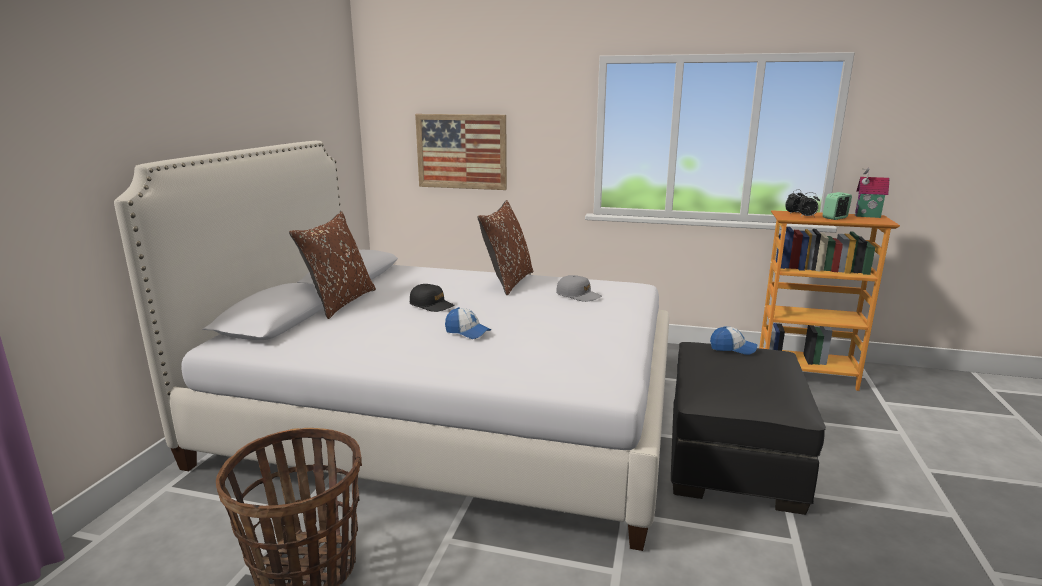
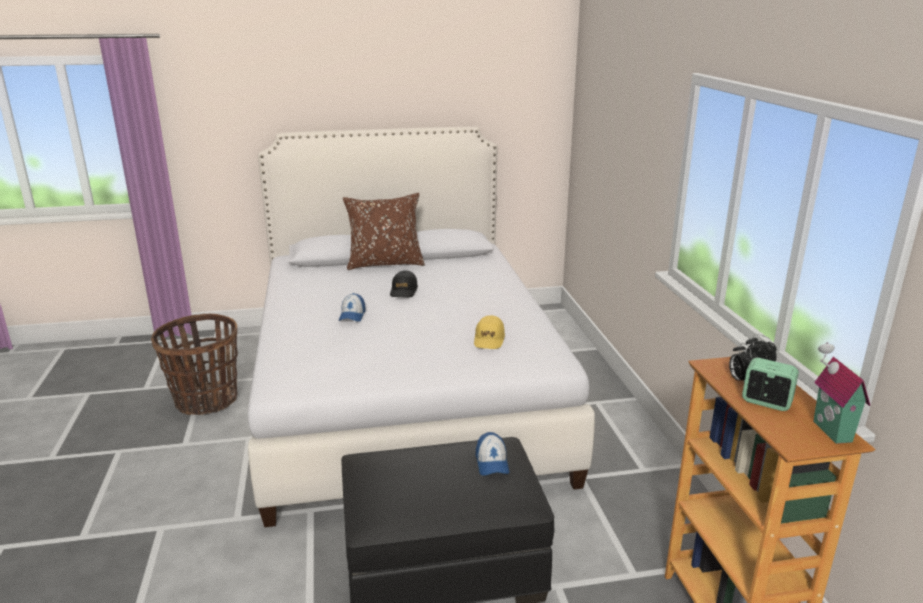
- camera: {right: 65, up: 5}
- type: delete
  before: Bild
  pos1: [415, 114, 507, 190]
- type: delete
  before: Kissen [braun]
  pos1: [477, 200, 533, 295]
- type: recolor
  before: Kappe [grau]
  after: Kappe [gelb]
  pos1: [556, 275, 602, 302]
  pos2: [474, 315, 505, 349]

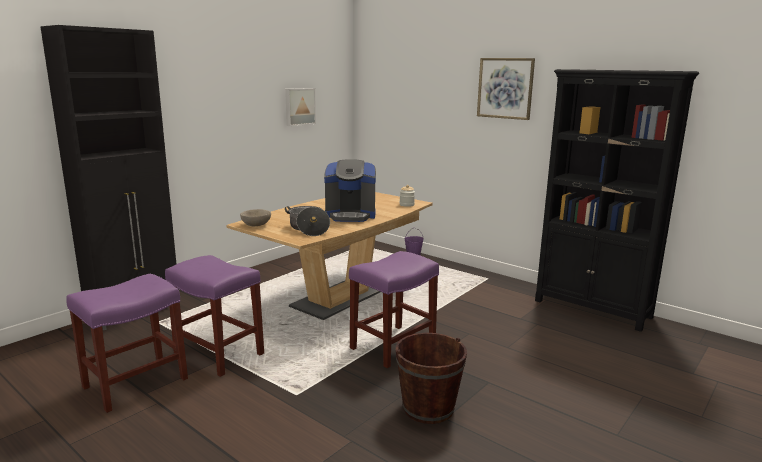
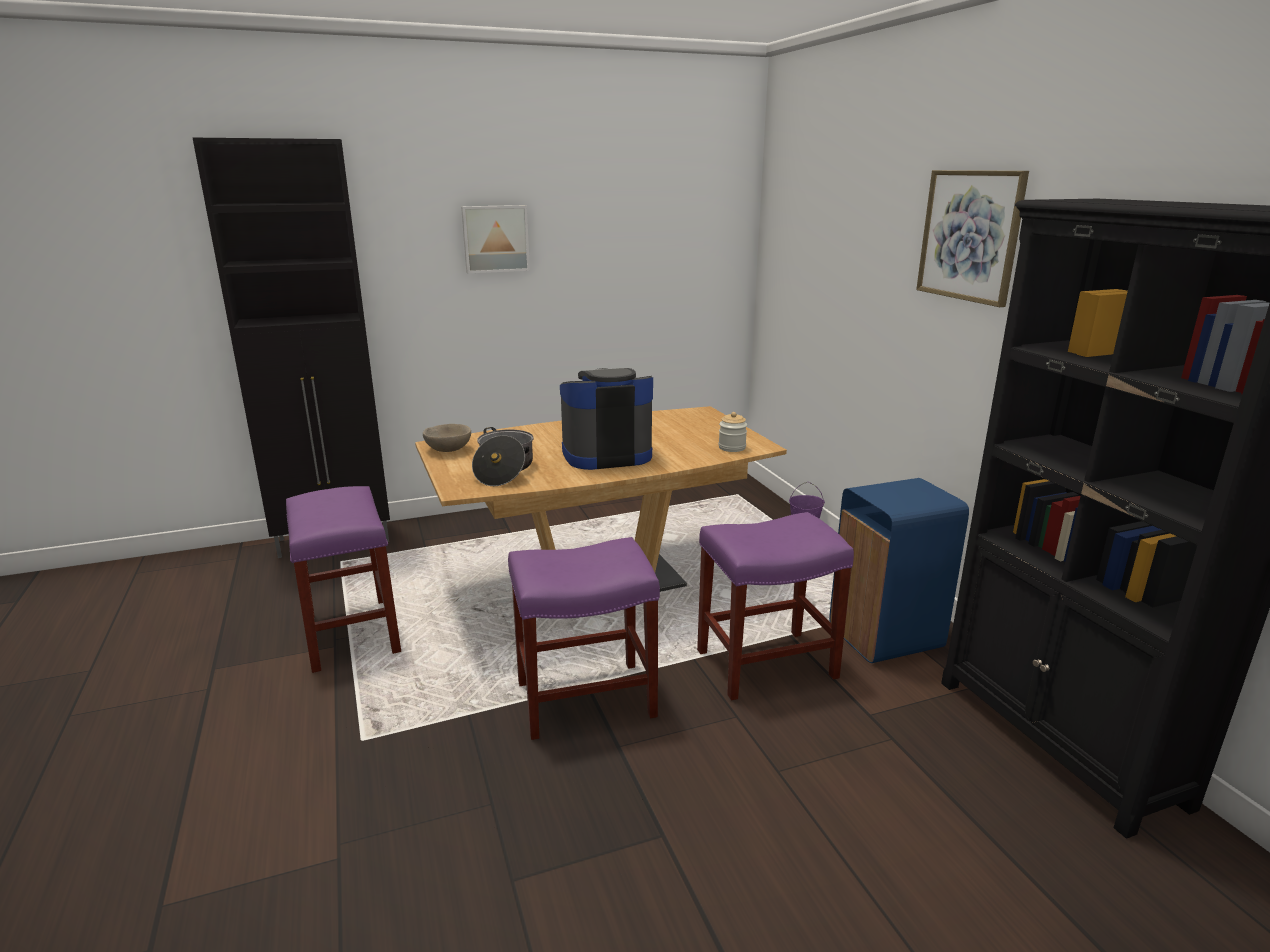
- camera: {right: 30, up: 5}
- type: move
  before: Bild
  pos1: [285, 88, 316, 126]
  pos2: [461, 205, 530, 273]
- type: rotate
  before: Kaffeemaschine
  pos1: [324, 159, 376, 222]
  pos2: [560, 368, 653, 470]
  turn: 135
- type: move
  before: Hocker [lila]
  pos1: [66, 274, 188, 413]
  pos2: [697, 512, 854, 700]
- type: delete
  before: Eimer [braun]
  pos1: [396, 333, 467, 424]
- type: insert
  after: Mülleimer [blau]
  pos2: [829, 478, 969, 663]

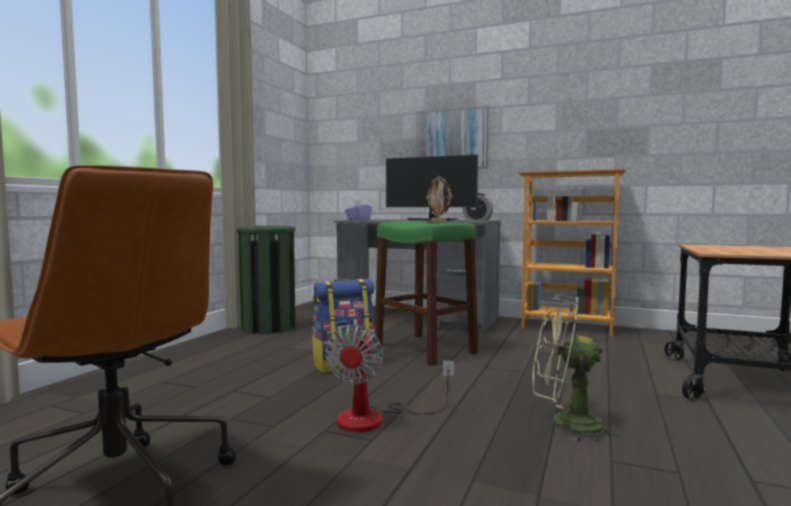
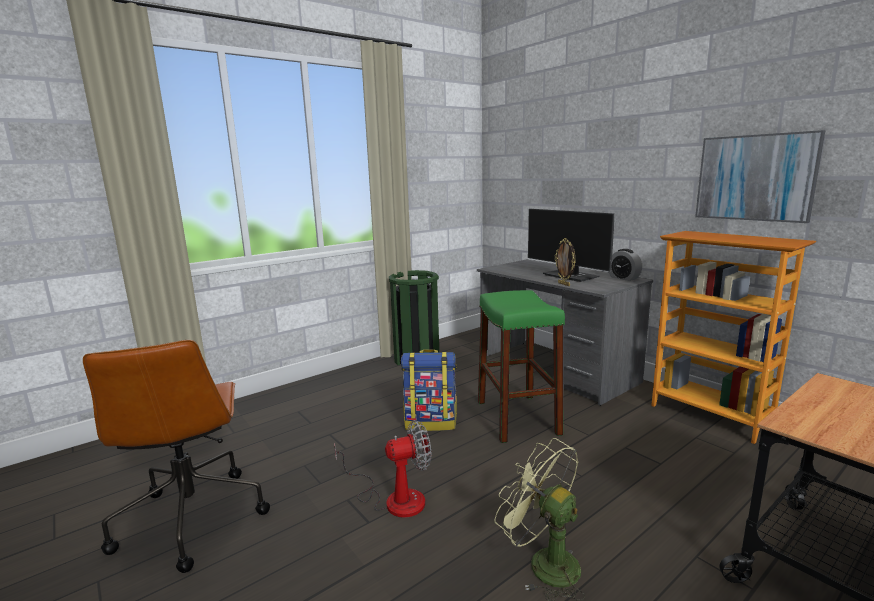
- camera: {right: 30, up: 10}
- type: move
  before: Bild
  pos1: [417, 106, 489, 168]
  pos2: [695, 130, 826, 223]
- type: delete
  before: Taschentuchbox [lila]
  pos1: [345, 200, 372, 220]
- type: rotate
  before: Ventilator
  pos1: [325, 325, 454, 432]
  pos2: [334, 420, 432, 518]
  turn: -150

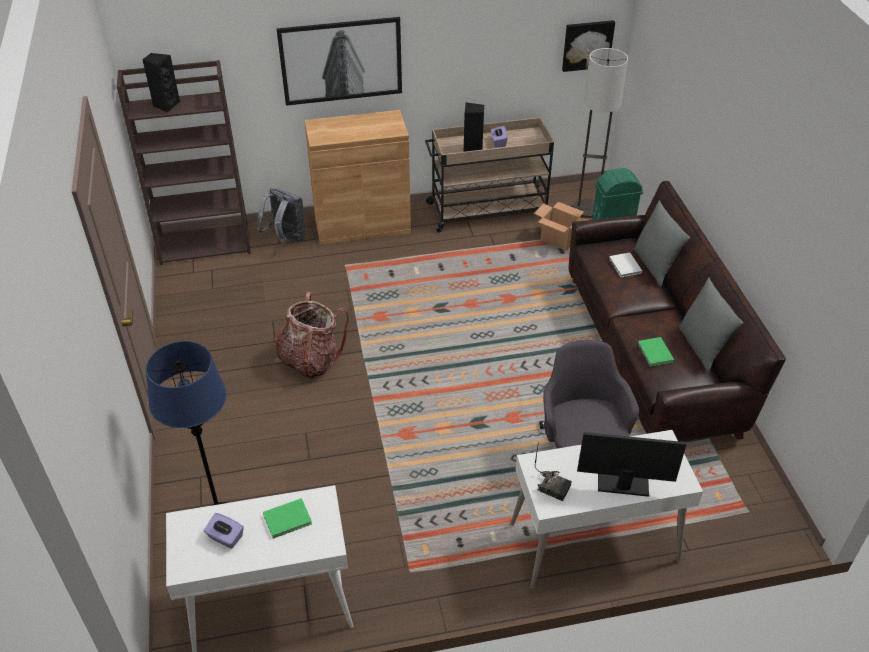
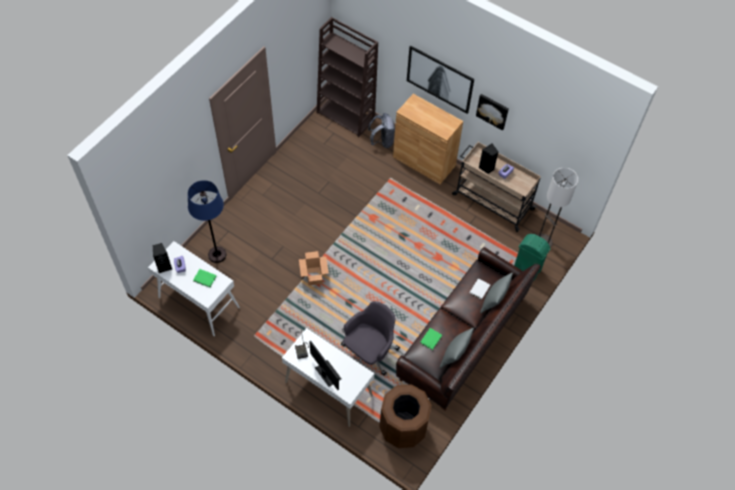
- camera: {right: 45, up: 15}
- type: move
  before: Bild
  pos1: [562, 20, 615, 72]
  pos2: [476, 94, 509, 131]
- type: move
  before: Lautsprecher [schwarz]
  pos1: [142, 53, 180, 113]
  pos2: [153, 243, 172, 273]
- type: move
  before: Karton
  pos1: [534, 202, 589, 251]
  pos2: [299, 251, 329, 285]
- type: delete
  before: Rucksack
  pos1: [274, 292, 349, 379]
- type: insert
  after: Mülleimer [braun]
  pos2: [379, 384, 432, 448]

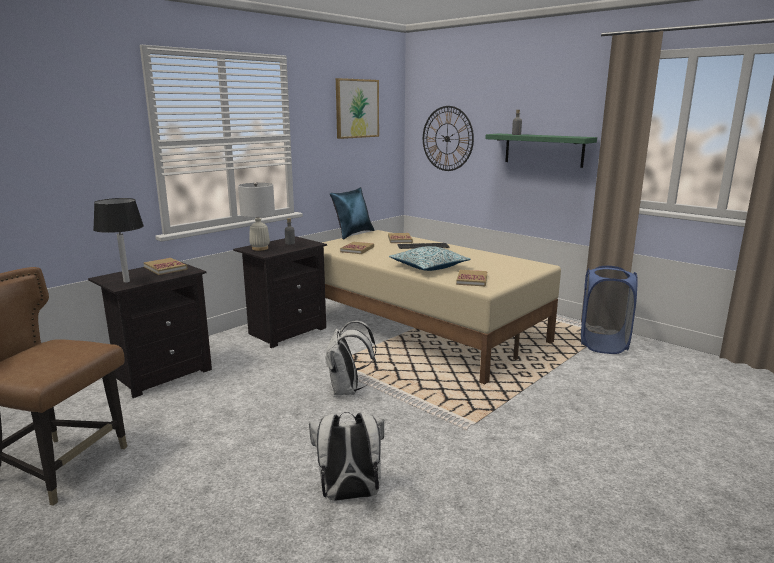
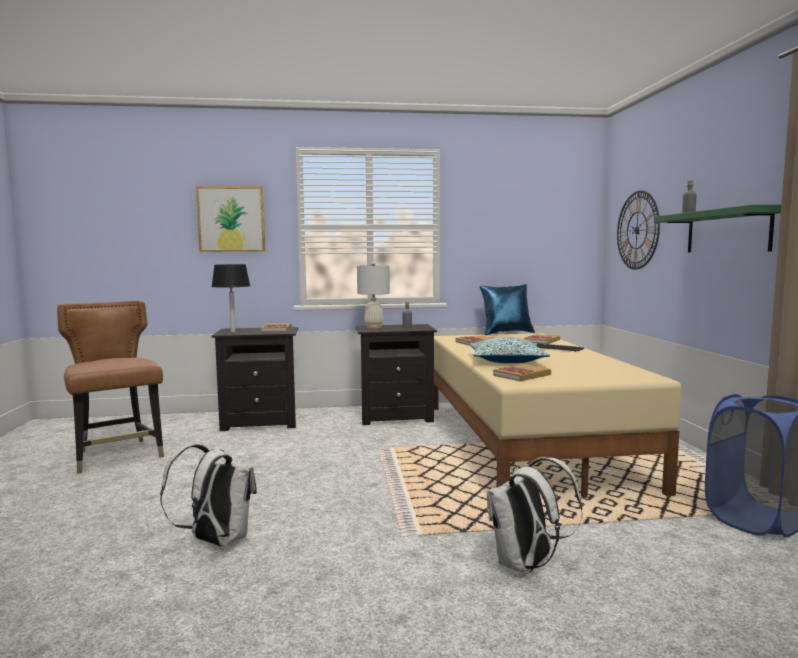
- camera: {right: 40, up: -10}
- type: move
  before: Bild
  pos1: [336, 78, 379, 139]
  pos2: [196, 186, 266, 252]
- type: move
  before: Rucksack [weiß]
  pos1: [325, 321, 376, 395]
  pos2: [487, 457, 582, 574]

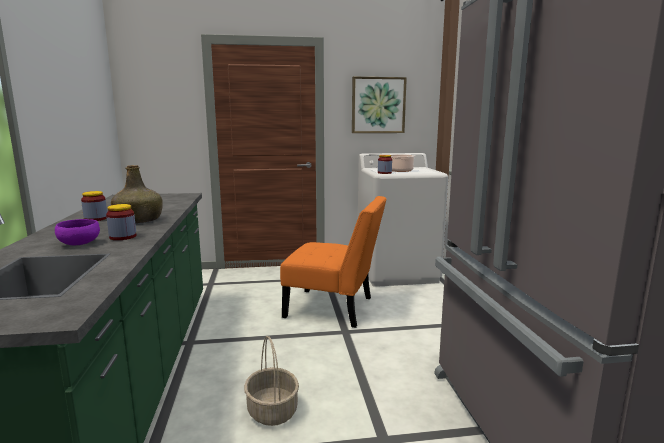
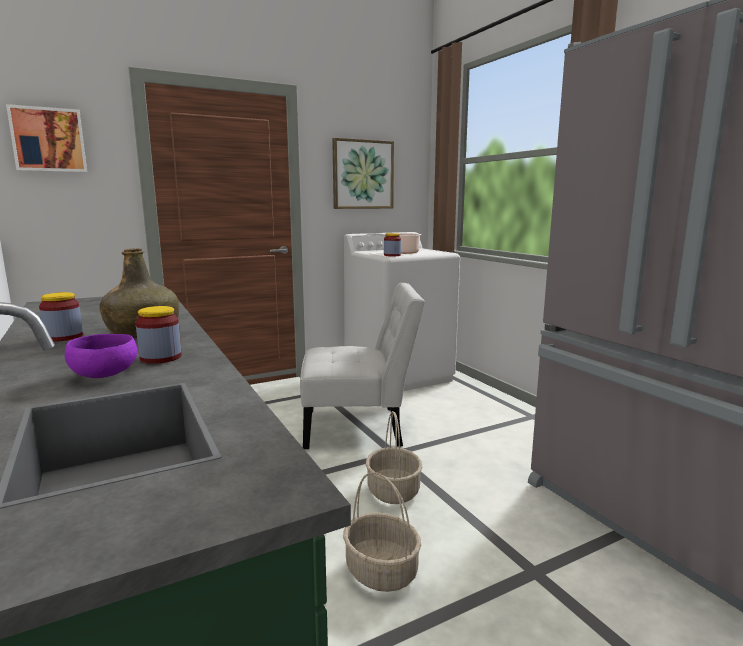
- camera: {right: -20, up: 0}
- type: recolor
  before: Stuhl [orange]
  after: Stuhl [weiß]
  pos1: [280, 196, 386, 328]
  pos2: [300, 283, 425, 449]
- type: insert
  after: Bild
  pos2: [6, 104, 87, 172]
- type: insert
  after: Korb
  pos2: [366, 411, 423, 504]

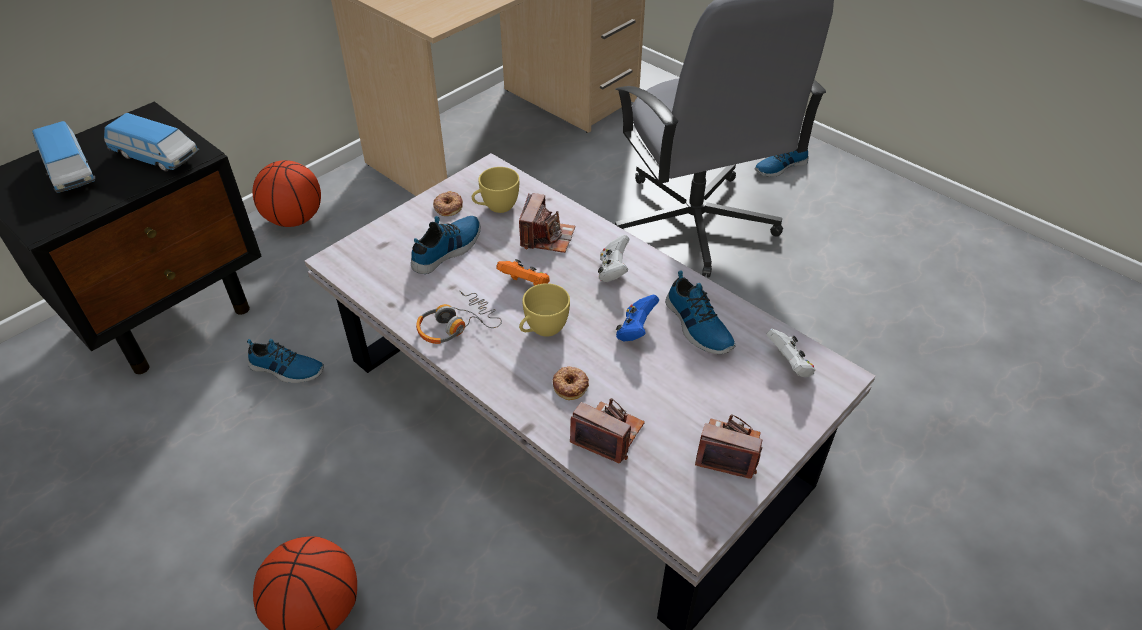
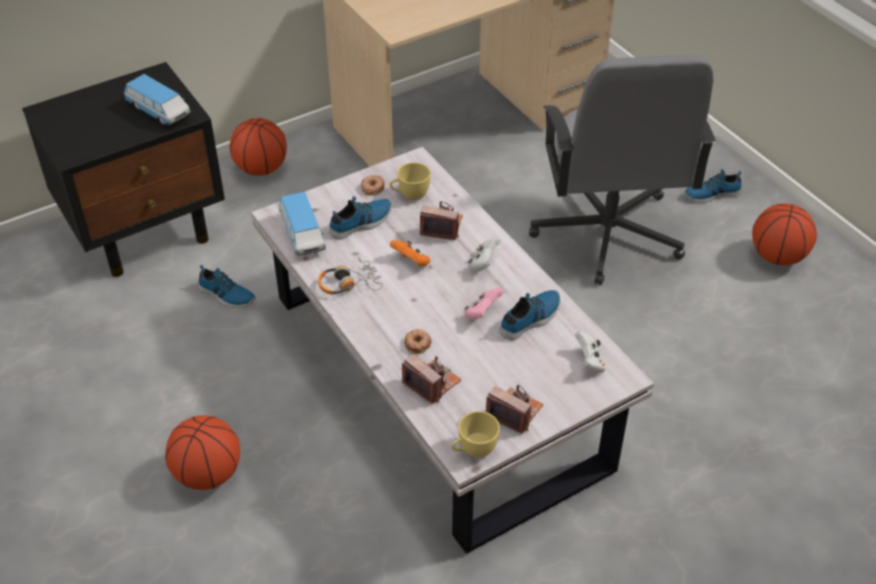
- camera: {right: 15, up: 0}
- type: move
  before: Spielzeugauto
  pos1: [32, 121, 95, 193]
  pos2: [279, 192, 326, 256]
- type: rotate
  before: Kamera
  pos1: [519, 193, 575, 253]
  pos2: [420, 201, 463, 240]
  turn: -105
- type: rotate
  before: Schuh
  pos1: [665, 270, 735, 354]
  pos2: [499, 290, 560, 340]
  turn: -120
- type: move
  before: Tasse [gelb]
  pos1: [519, 283, 570, 337]
  pos2: [451, 411, 500, 458]
- type: recolor
  before: Gamepad [blau]
  after: Gamepad [rosa]
  pos1: [616, 295, 659, 341]
  pos2: [464, 288, 504, 320]
- type: insert
  after: Basketball
  pos2: [752, 203, 817, 265]

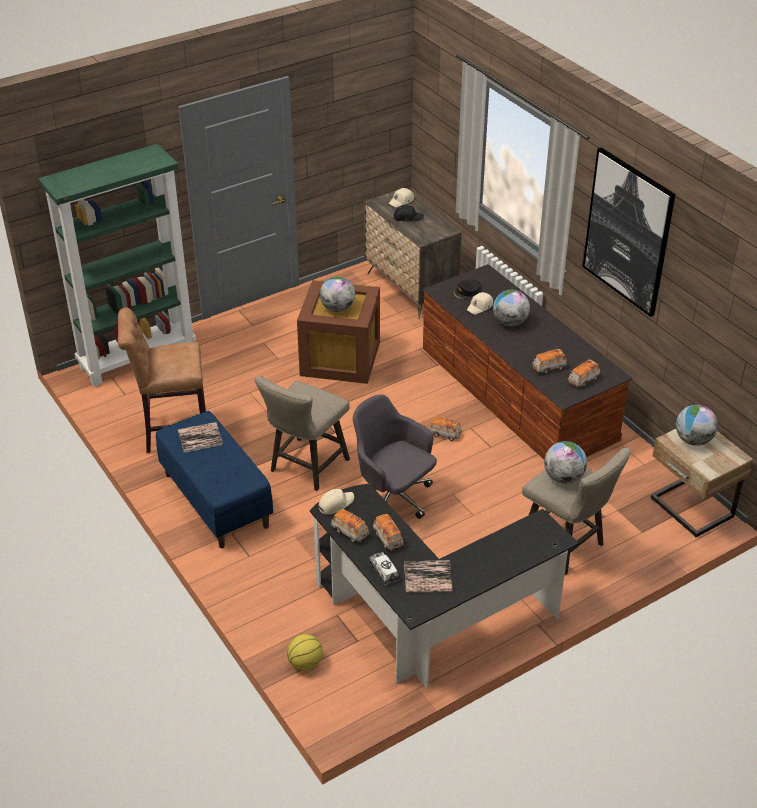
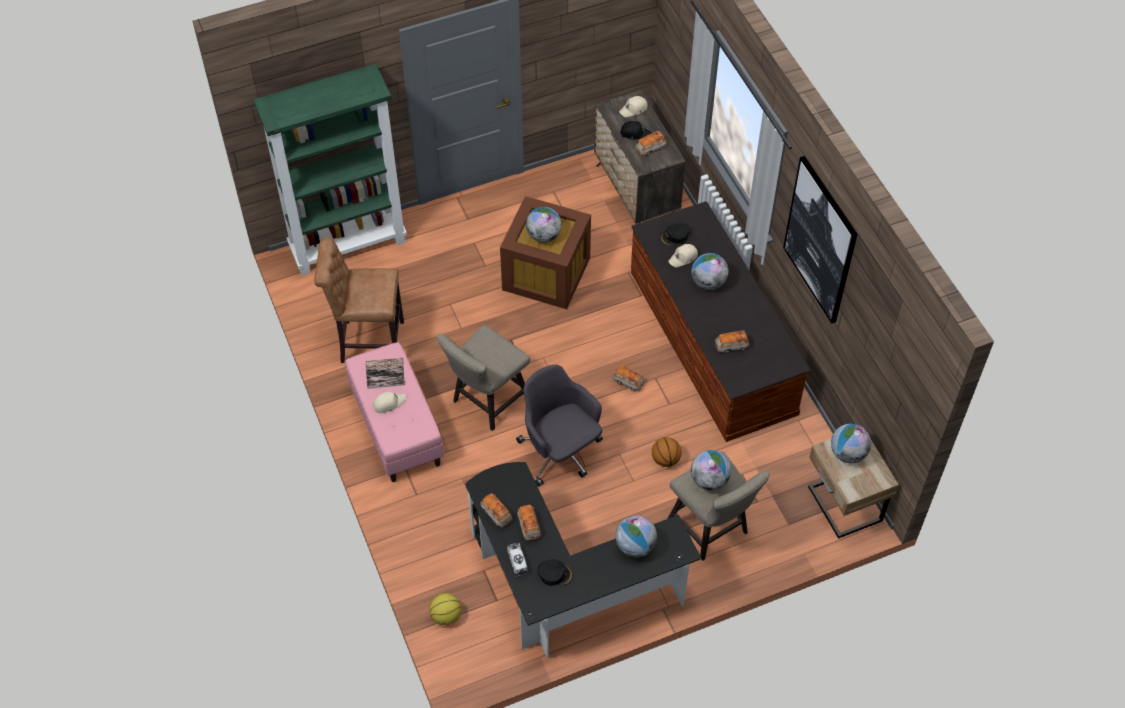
- camera: {right: 10, up: 15}
- type: move
  before: Spielzeugauto
  pos1: [568, 359, 600, 387]
  pos2: [635, 131, 667, 156]
- type: recolor
  before: Bank [blau]
  after: Bank [rosa]
  pos1: [156, 411, 273, 548]
  pos2: [345, 342, 444, 482]
- type: move
  before: Kappe [beige]
  pos1: [319, 489, 354, 515]
  pos2: [373, 391, 406, 413]
- type: replace
  before: Buch
  after: Kappe [schwarz]
  pos1: [404, 560, 453, 593]
  pos2: [537, 560, 573, 586]
- type: insert
  after: Basketball
  pos2: [652, 437, 682, 467]
- type: insert
  after: Globus
  pos2: [616, 515, 657, 557]

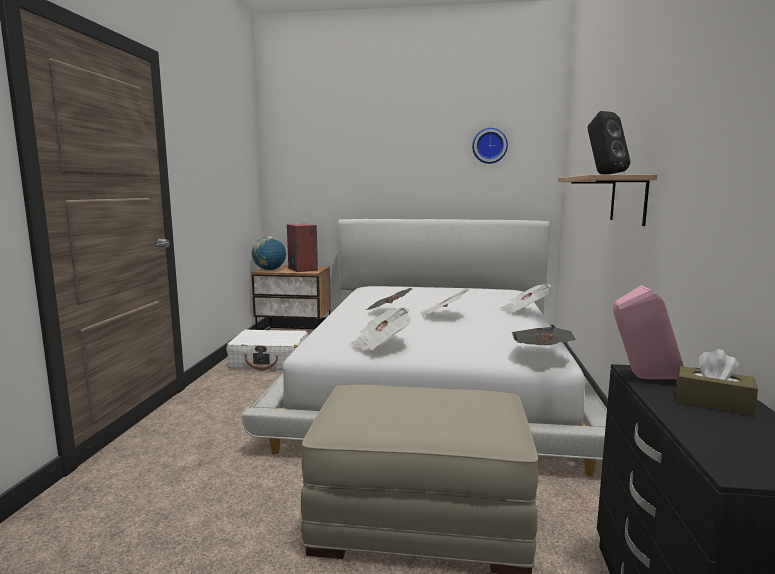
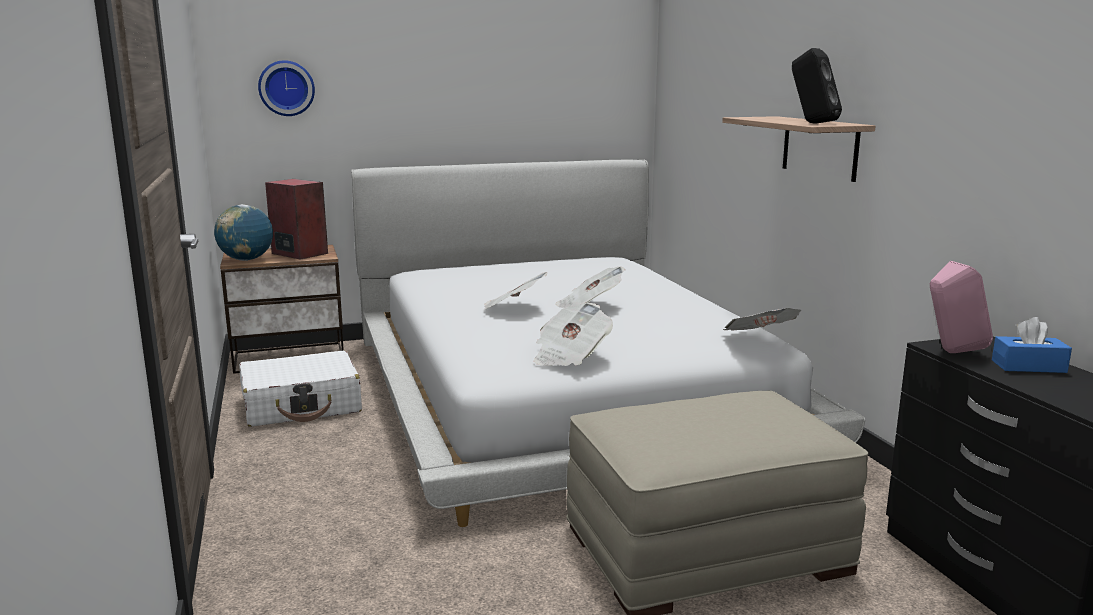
- camera: {right: -25, up: 5}
- type: move
  before: Wanduhr
  pos1: [472, 128, 508, 164]
  pos2: [258, 60, 315, 116]
- type: delete
  before: Zeitung
  pos1: [499, 284, 551, 313]
- type: recolor
  before: Taschentuchbox [braun]
  after: Taschentuchbox [blau]
  pos1: [676, 349, 758, 416]
  pos2: [992, 317, 1072, 373]

